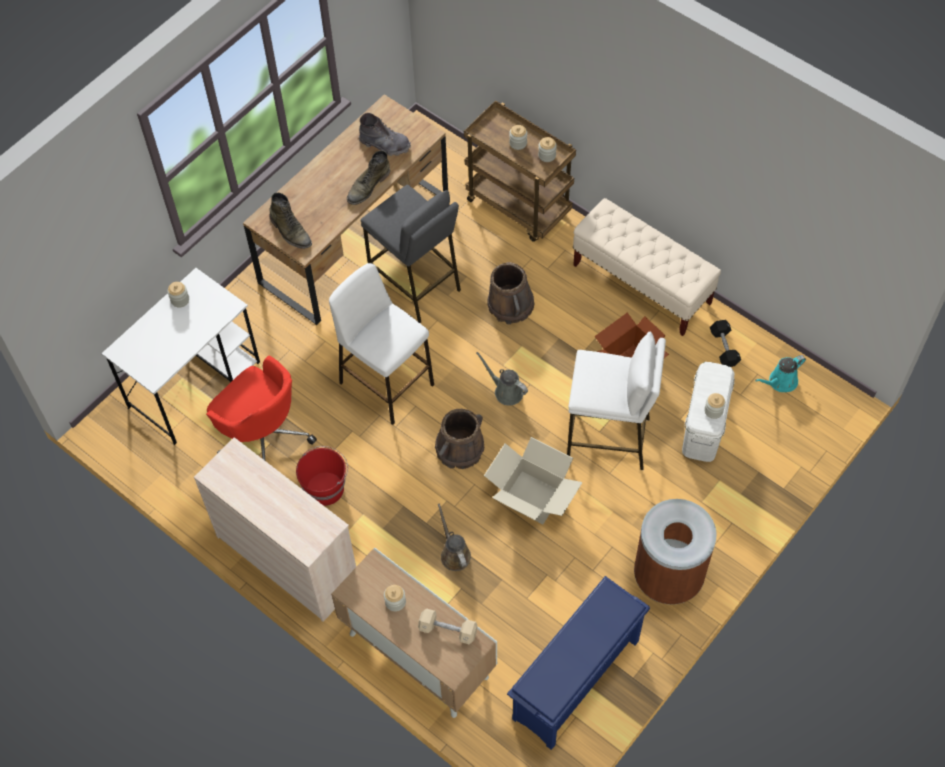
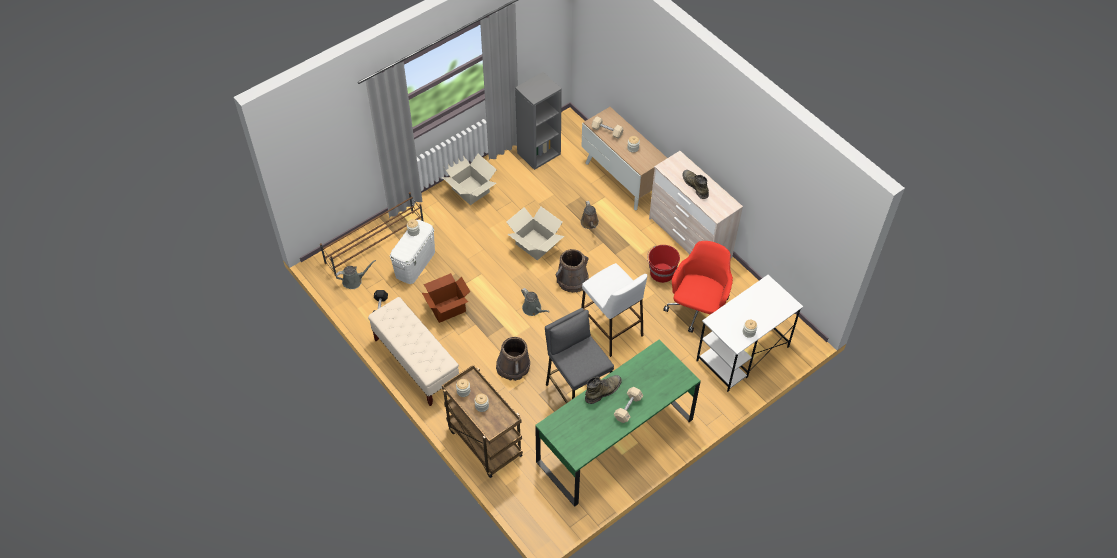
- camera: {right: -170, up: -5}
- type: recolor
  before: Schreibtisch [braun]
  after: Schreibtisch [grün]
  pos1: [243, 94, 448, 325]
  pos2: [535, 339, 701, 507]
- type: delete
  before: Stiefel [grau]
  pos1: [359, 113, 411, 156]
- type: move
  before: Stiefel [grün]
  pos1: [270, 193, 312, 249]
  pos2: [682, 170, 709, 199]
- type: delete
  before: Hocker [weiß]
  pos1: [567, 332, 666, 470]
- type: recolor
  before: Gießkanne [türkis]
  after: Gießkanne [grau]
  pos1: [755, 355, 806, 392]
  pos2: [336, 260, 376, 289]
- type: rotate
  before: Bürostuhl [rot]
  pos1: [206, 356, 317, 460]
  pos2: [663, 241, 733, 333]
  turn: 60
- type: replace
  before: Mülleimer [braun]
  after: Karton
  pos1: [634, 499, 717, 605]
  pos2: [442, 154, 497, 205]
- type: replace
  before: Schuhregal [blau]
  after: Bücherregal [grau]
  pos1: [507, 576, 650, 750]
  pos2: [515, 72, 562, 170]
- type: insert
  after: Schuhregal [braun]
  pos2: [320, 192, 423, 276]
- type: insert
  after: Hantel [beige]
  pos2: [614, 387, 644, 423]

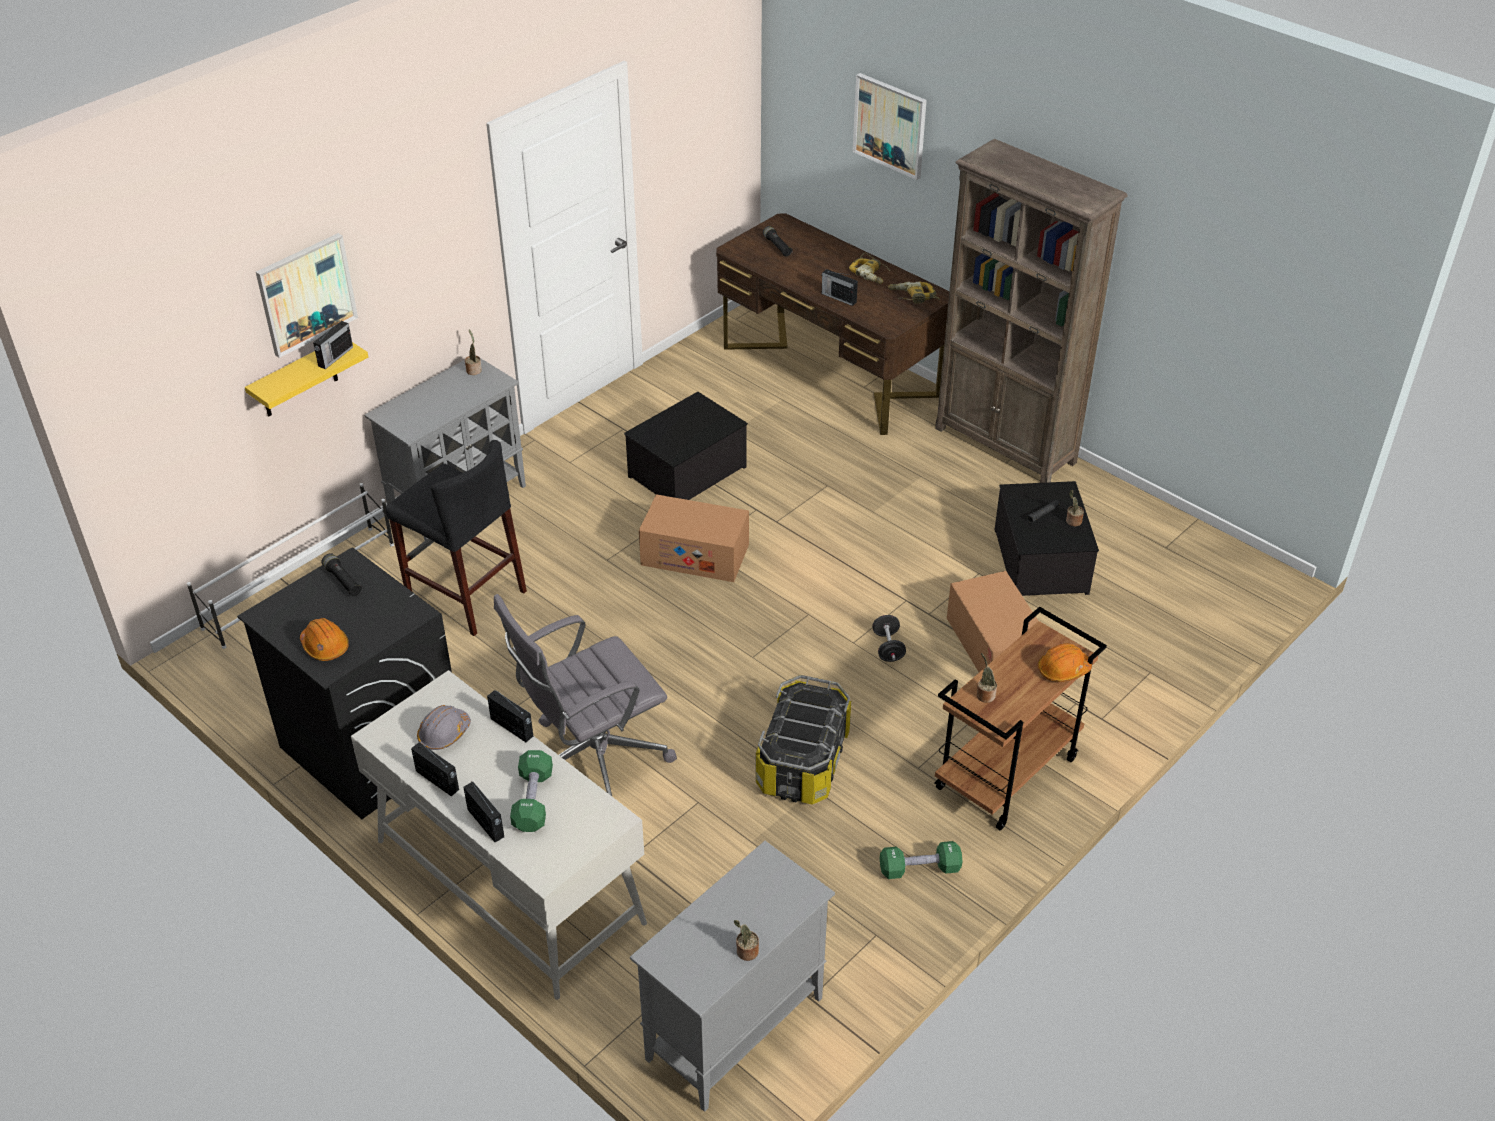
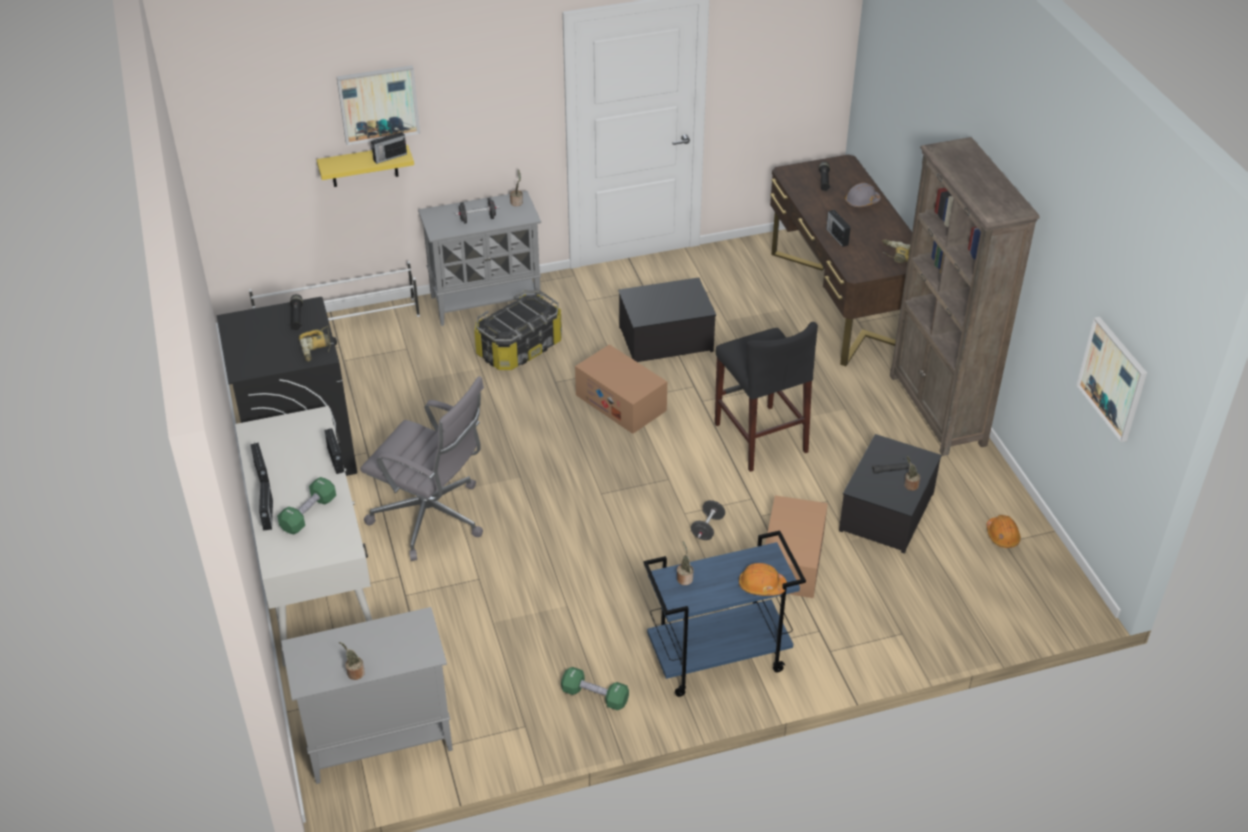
- camera: {right: 30, up: 0}
- type: move
  before: Bild
  pos1: [853, 73, 927, 180]
  pos2: [1076, 317, 1147, 442]
- type: move
  before: Bohrmaschine
  pos1: [849, 253, 890, 284]
  pos2: [299, 326, 331, 362]
- type: move
  before: Hocker [schwarz]
  pos1: [386, 440, 527, 636]
  pos2: [715, 322, 818, 472]
- type: rotate
  before: Bürostuhl [grau]
  pos1: [494, 594, 677, 796]
  pos2: [360, 376, 484, 561]
  turn: -150
- type: recolor
  before: Rollwagen [braun]
  after: Rollwagen [blau]
  pos1: [934, 607, 1107, 830]
  pos2: [644, 530, 806, 697]
- type: move
  before: Schutzhelm [orange]
  pos1: [300, 618, 349, 661]
  pos2: [986, 515, 1021, 548]
- type: move
  before: Aufbewahrungsbox
  pos1: [756, 675, 851, 804]
  pos2: [474, 290, 562, 370]
- type: move
  before: Schutzhelm [grau]
  pos1: [417, 705, 471, 750]
  pos2: [845, 183, 881, 207]
- type: insert
  after: Hantel [schwarz]
  pos2: [455, 198, 500, 224]

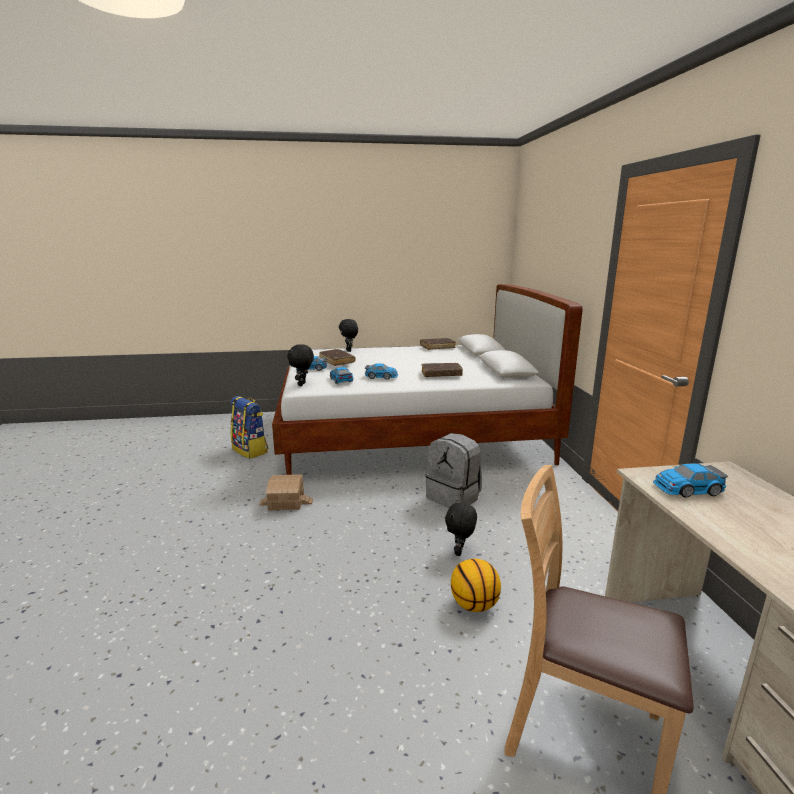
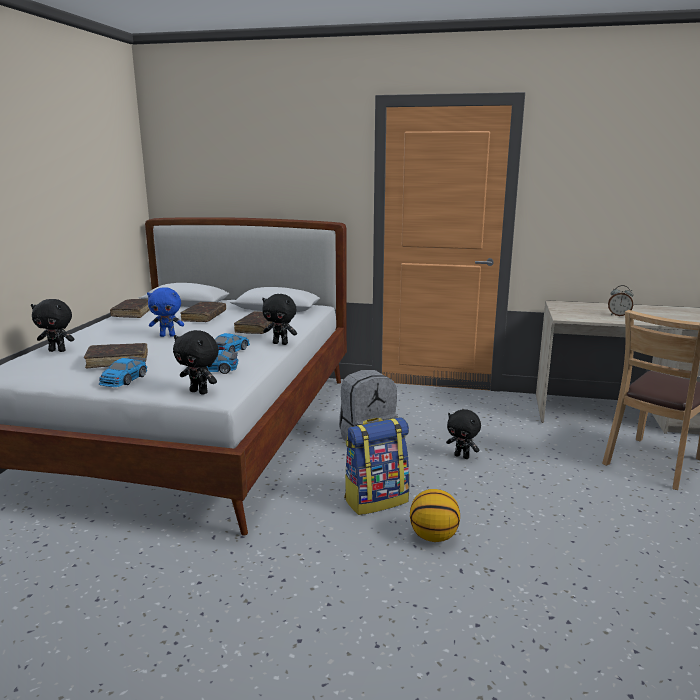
- camera: {right: -70, up: 0}
- type: move
  before: Rucksack
  pos1: [231, 396, 268, 459]
  pos2: [344, 417, 410, 515]
- type: delete
  before: Spielzeugauto
  pos1: [653, 463, 728, 497]
- type: delete
  before: Spielzeughaus
  pos1: [259, 474, 313, 511]
- type: move
  before: Basketball
  pos1: [451, 559, 501, 612]
  pos2: [410, 489, 460, 542]
- type: insert
  after: Wecker
  pos2: [608, 285, 634, 316]
- type: insert
  after: Plüschtier [blau]
  pos2: [147, 287, 184, 337]
- type: insert
  after: Plüschtier [schwarz]
  pos2: [262, 294, 297, 345]
- type: insert
  after: Buch [braun]
  pos2: [181, 302, 226, 322]

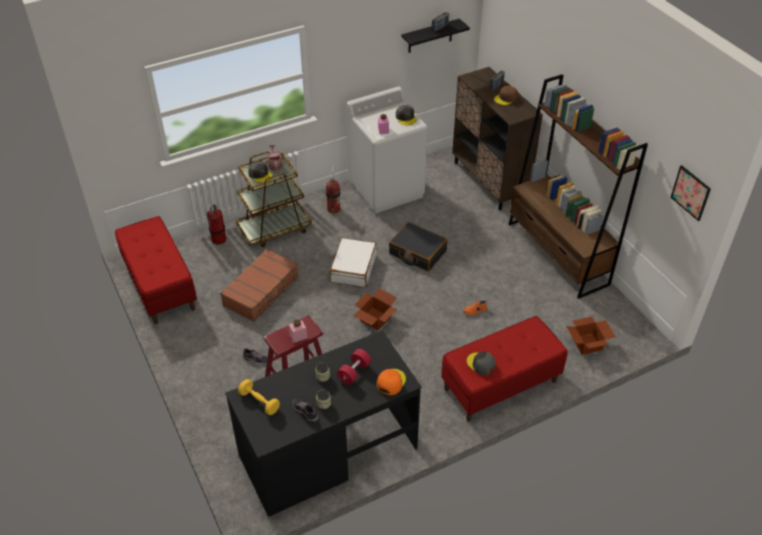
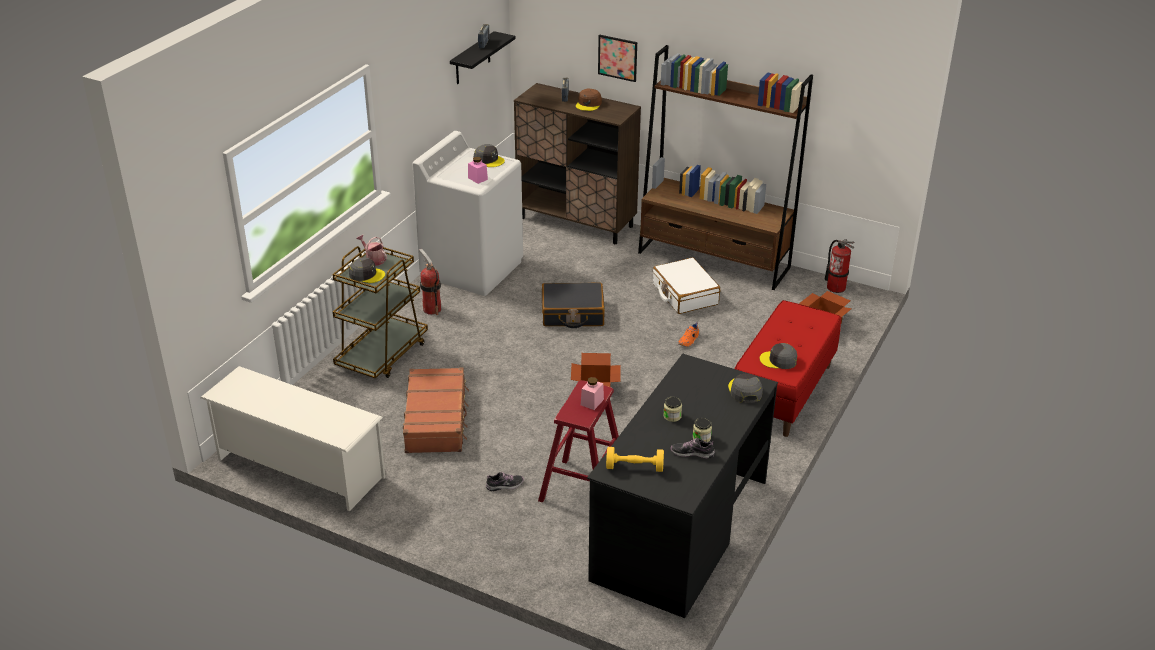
- camera: {right: -35, up: -10}
- type: move
  before: Bild
  pos1: [671, 165, 711, 221]
  pos2: [598, 34, 637, 82]
- type: move
  before: Feuerlöscher
  pos1: [207, 204, 226, 244]
  pos2: [824, 239, 854, 293]
- type: replace
  before: Bank [rot]
  after: Schuhregal [weiß]
  pos1: [115, 216, 197, 324]
  pos2: [200, 366, 386, 511]
- type: move
  before: Koffer [weiß]
  pos1: [330, 238, 377, 287]
  pos2: [653, 257, 720, 314]
- type: delete
  before: Hantel [rot]
  pos1: [337, 349, 371, 385]
- type: recolor
  before: Kappe [orange]
  after: Kappe [grau]
  pos1: [377, 369, 406, 395]
  pos2: [728, 374, 763, 403]

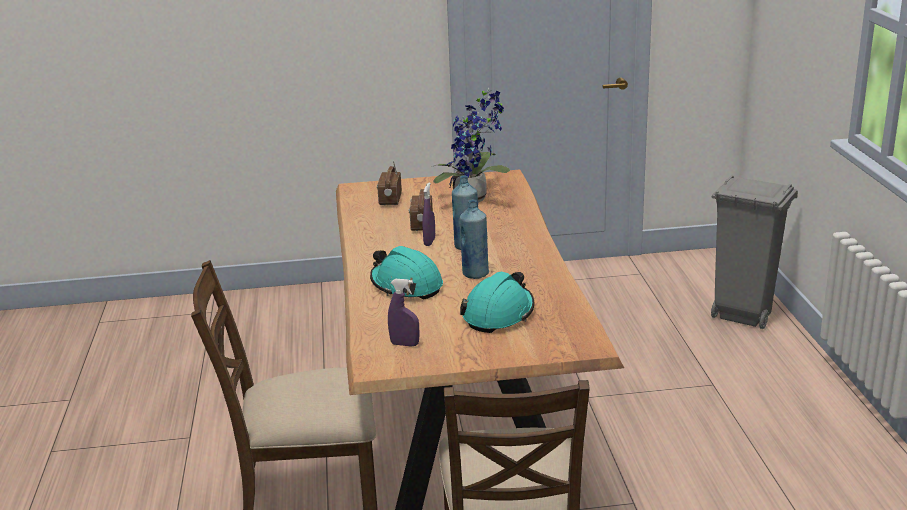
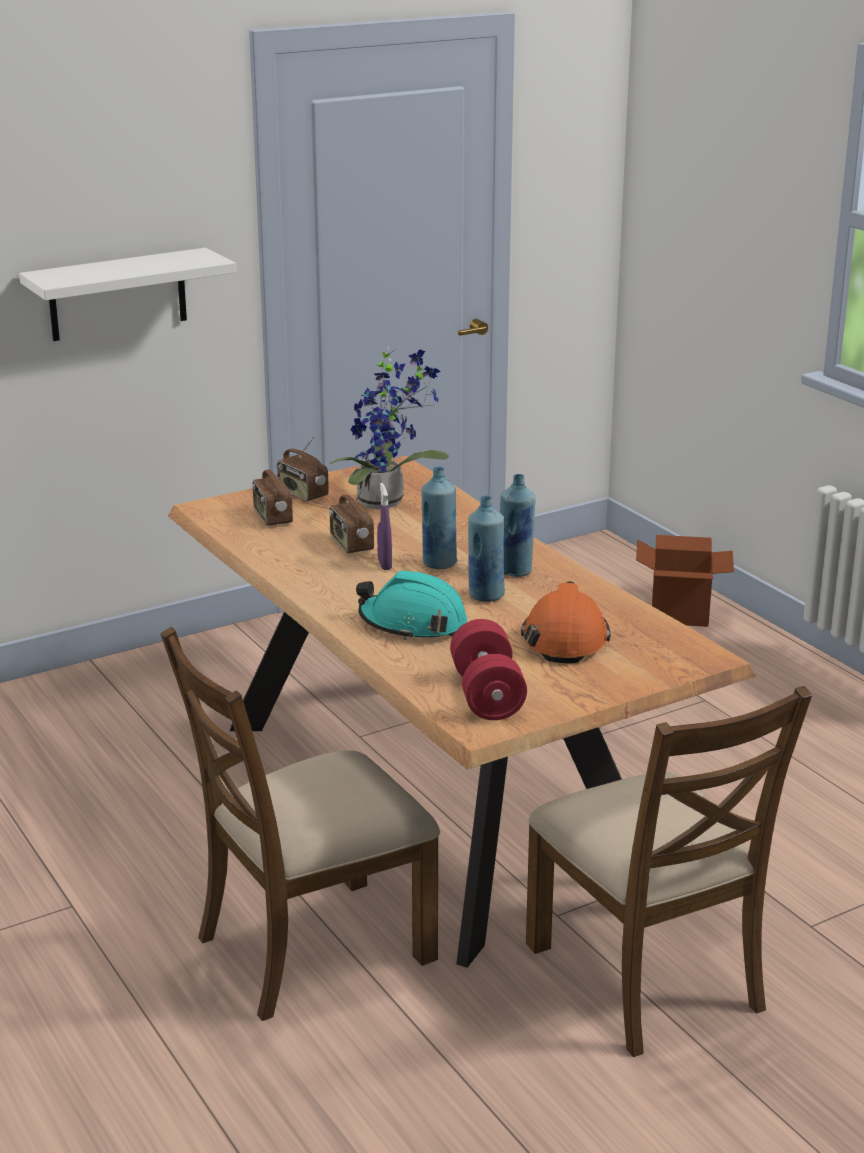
- camera: {right: -25, up: 0}
- type: replace
  before: Mülleimer [grau]
  after: Karton
  pos1: [711, 175, 798, 329]
  pos2: [636, 535, 734, 627]
- type: recolor
  before: Schutzhelm [türkis]
  after: Schutzhelm [orange]
  pos1: [460, 272, 535, 333]
  pos2: [521, 581, 611, 663]
- type: replace
  before: Sprühflasche [lila]
  after: Hantel [rot]
  pos1: [388, 279, 419, 346]
  pos2: [450, 619, 527, 720]
- type: insert
  after: Wandregal [weiß]
  pos2: [19, 248, 236, 341]
- type: insert
  after: Radio
  pos2: [277, 436, 329, 501]
- type: insert
  after: Flasche [blau]
  pos2: [500, 474, 536, 577]

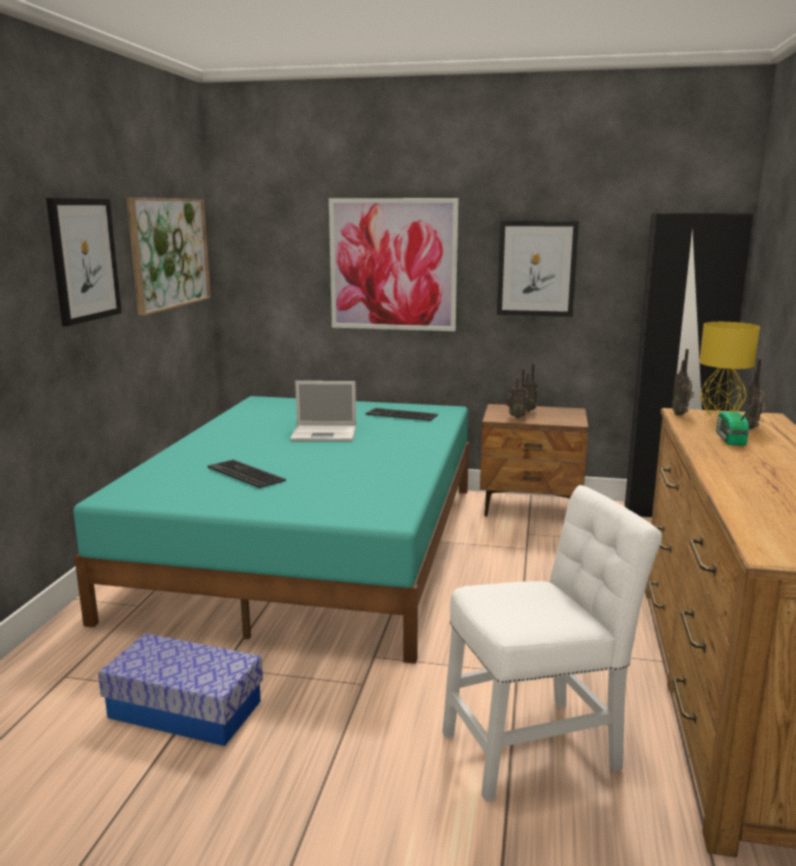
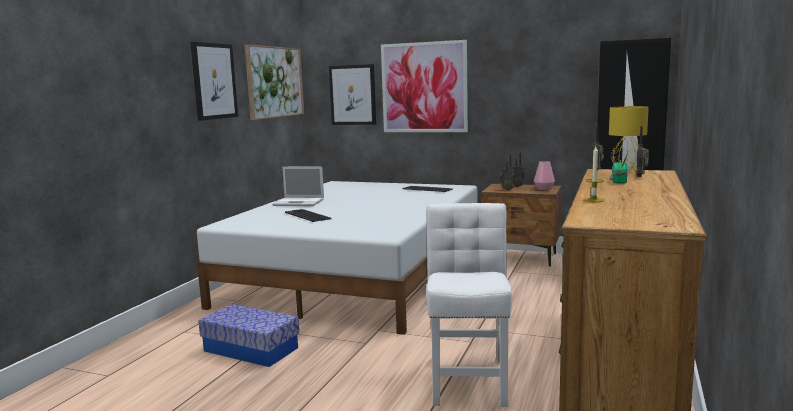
- camera: {right: 10, up: -5}
- type: move
  before: Bild
  pos1: [497, 221, 579, 317]
  pos2: [329, 64, 376, 125]
- type: move
  before: Laptop
  pos1: [290, 381, 356, 441]
  pos2: [273, 166, 324, 206]
- type: recolor
  before: Bett [türkis]
  after: Bett [weiß]
  pos1: [73, 396, 469, 664]
  pos2: [197, 181, 477, 335]
- type: rotate
  before: Stuhl [weiß]
  pos1: [442, 485, 662, 802]
  pos2: [426, 203, 512, 407]
  turn: -75
- type: insert
  after: Kerze
  pos2: [583, 146, 605, 202]
- type: insert
  after: Vase [rosa]
  pos2: [534, 161, 555, 190]

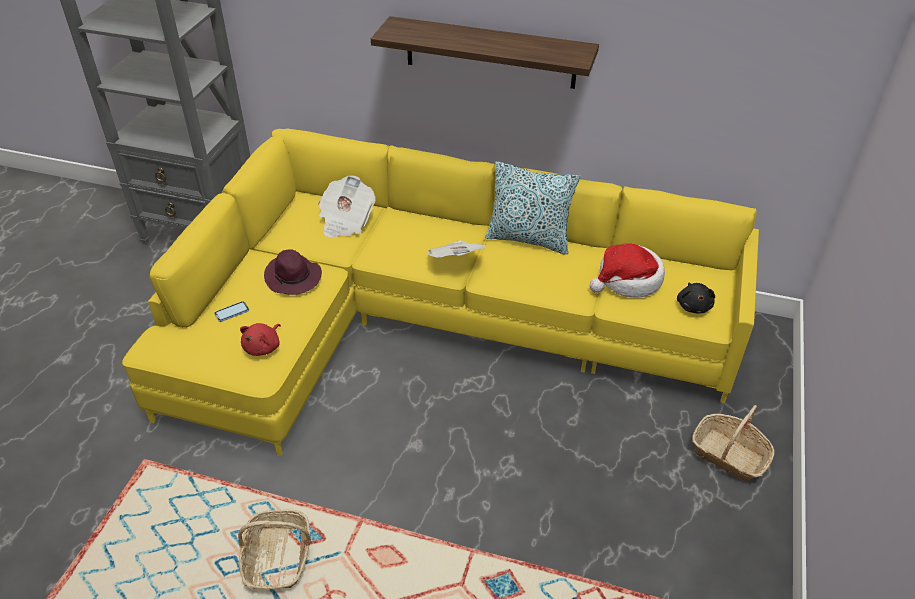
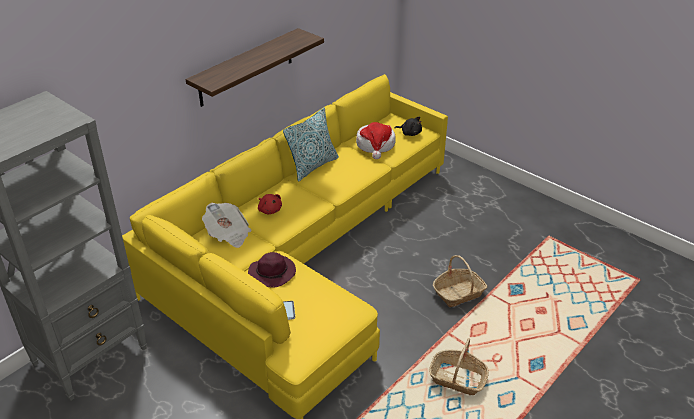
- camera: {right: -65, up: -5}
- type: delete
  before: Zeitung
  pos1: [427, 240, 486, 257]
- type: move
  before: Plüschtier [rot]
  pos1: [240, 323, 281, 356]
  pos2: [258, 194, 282, 214]
- type: move
  before: Korb
  pos1: [692, 405, 775, 481]
  pos2: [433, 255, 487, 307]

